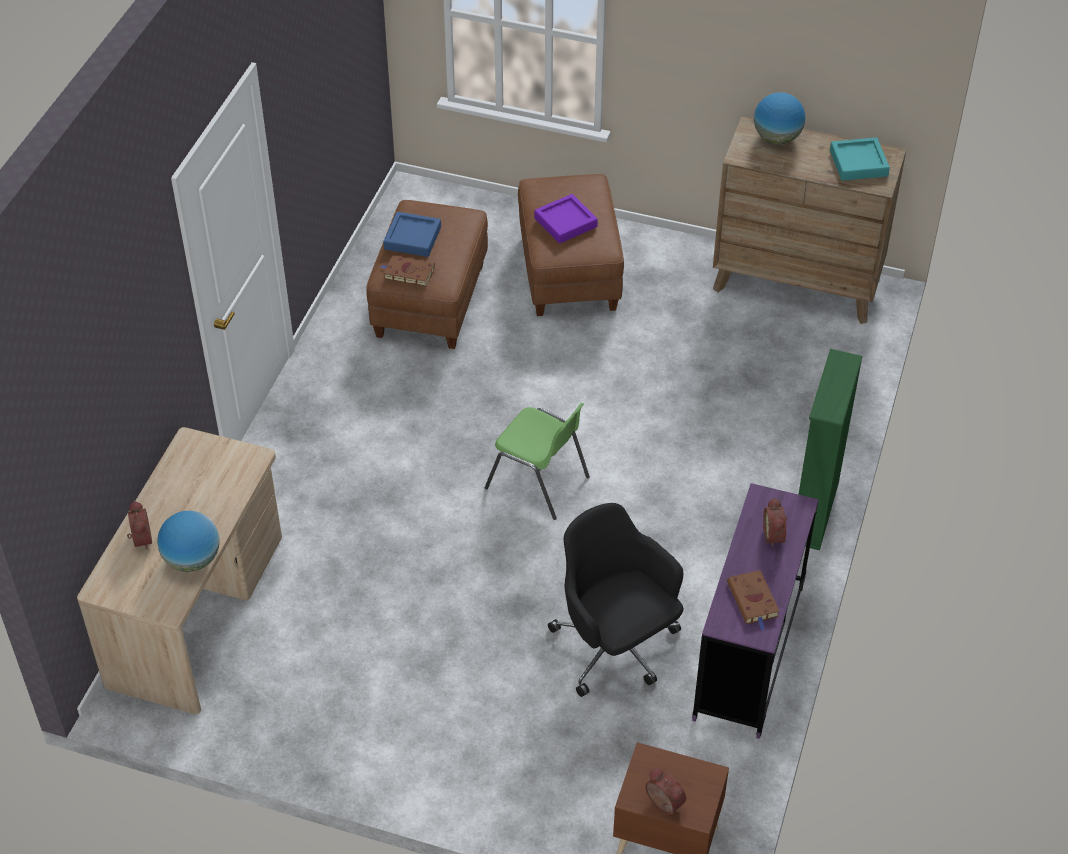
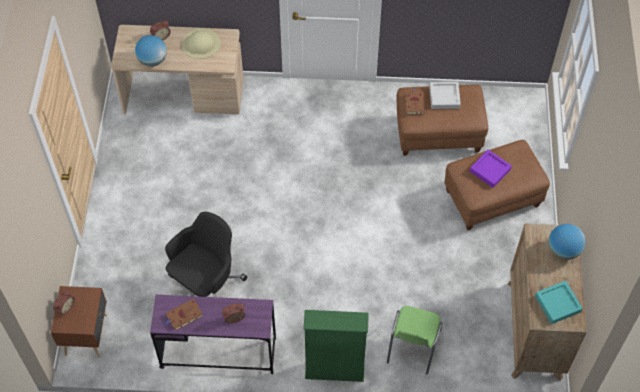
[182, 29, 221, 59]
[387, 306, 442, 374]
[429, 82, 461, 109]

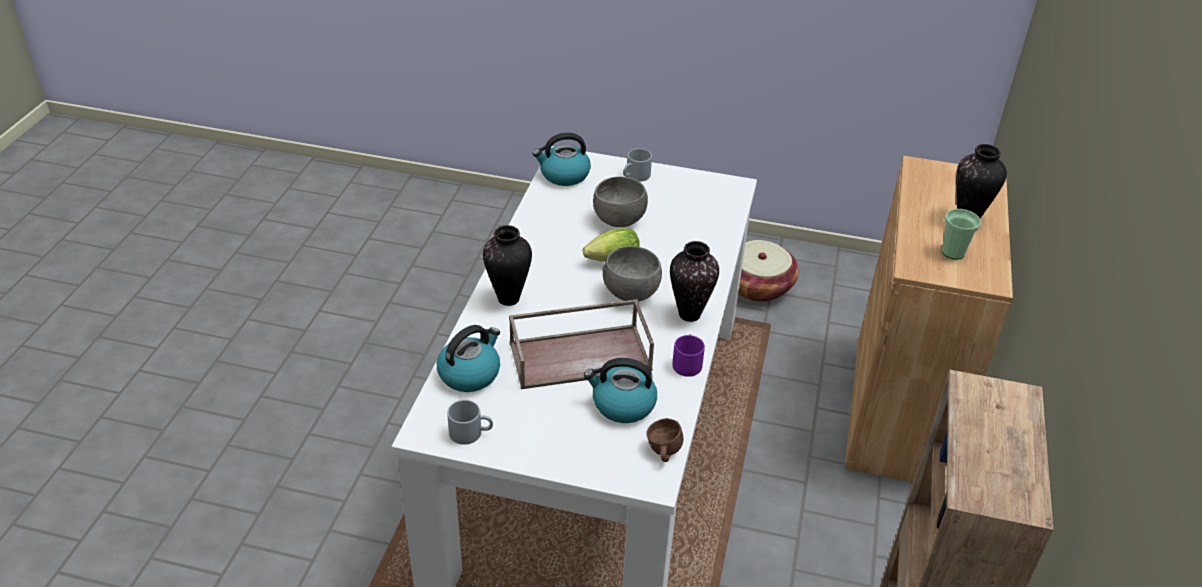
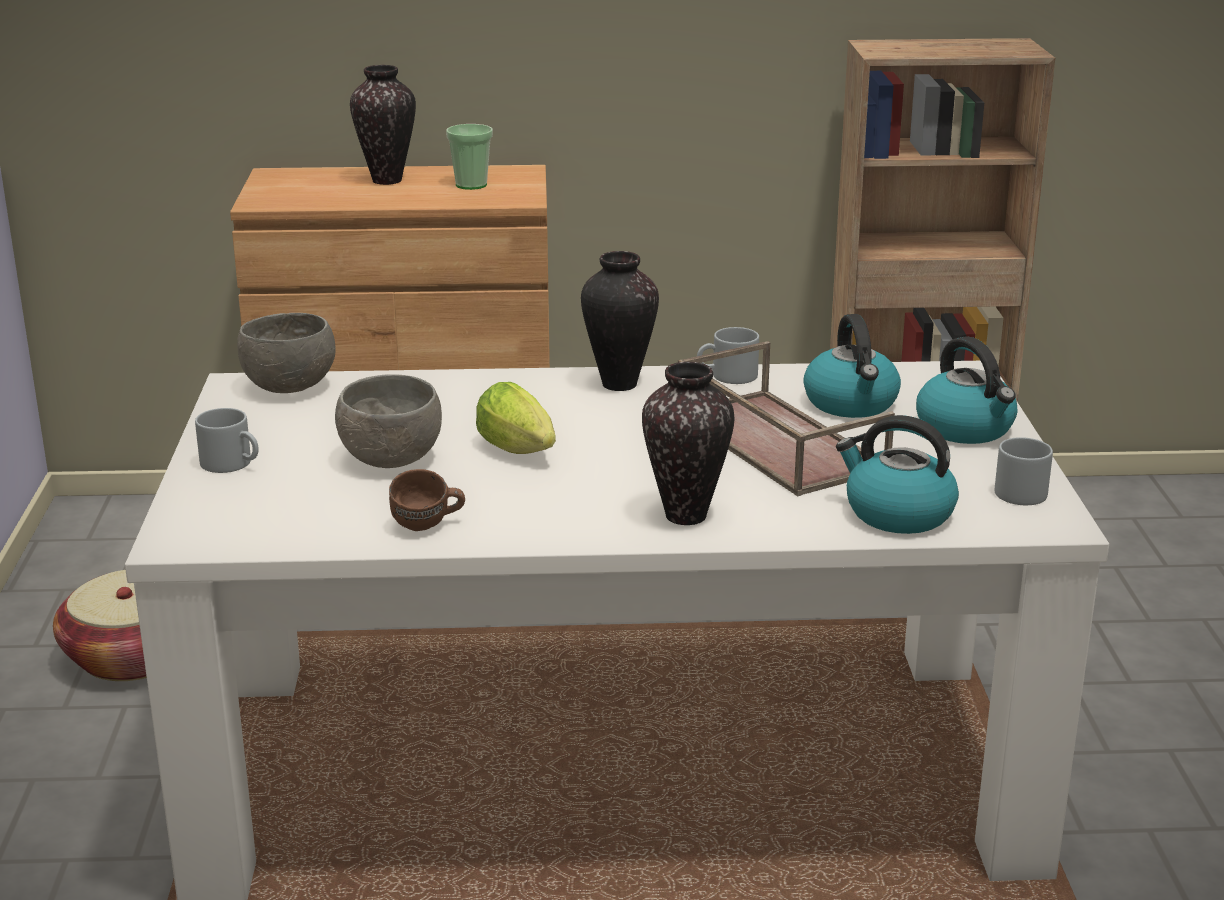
[916, 336, 1017, 444]
[237, 313, 335, 393]
[389, 469, 465, 531]
[697, 327, 759, 384]

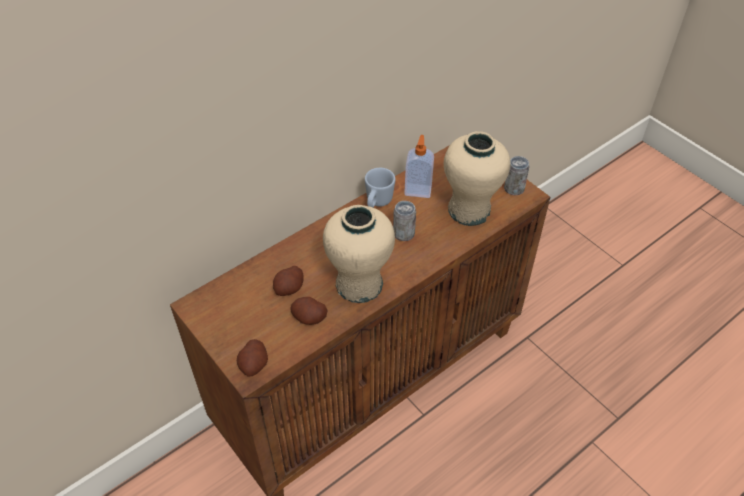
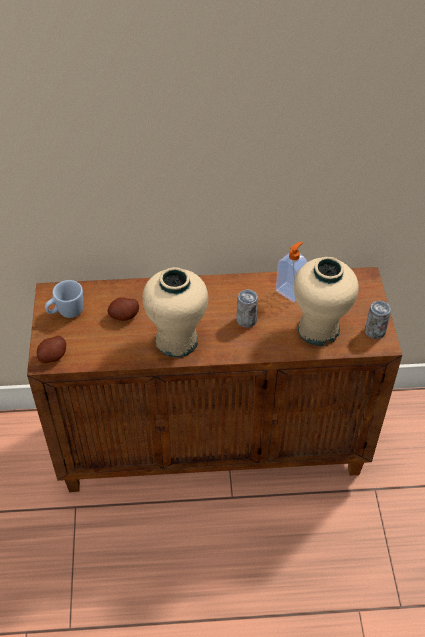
[291, 297, 328, 325] (first image)
[45, 280, 83, 318]

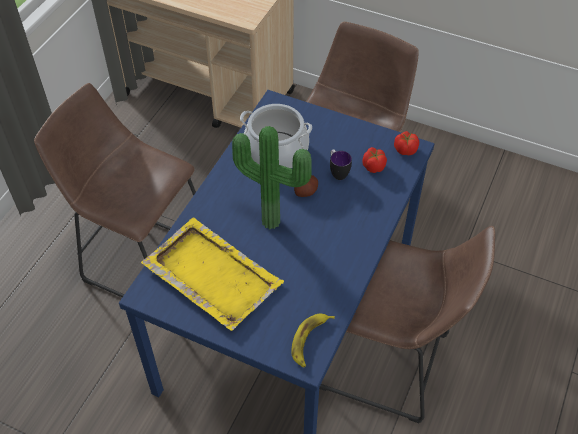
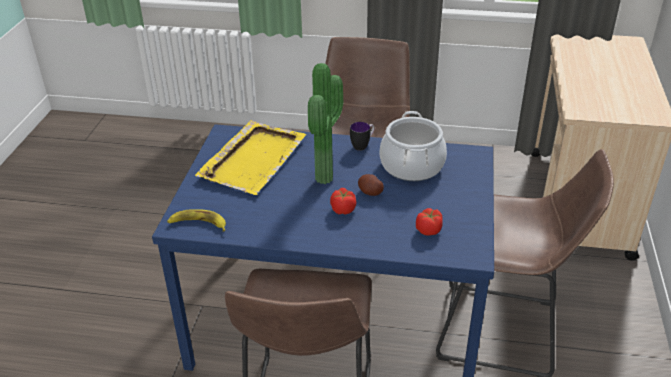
[350, 122, 375, 151]
[330, 188, 356, 214]

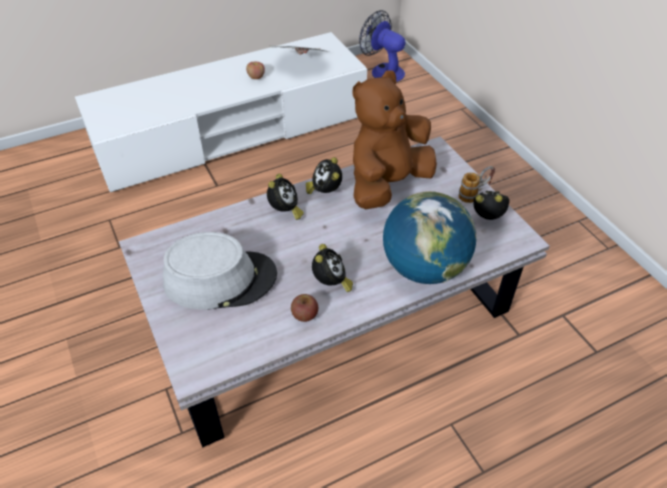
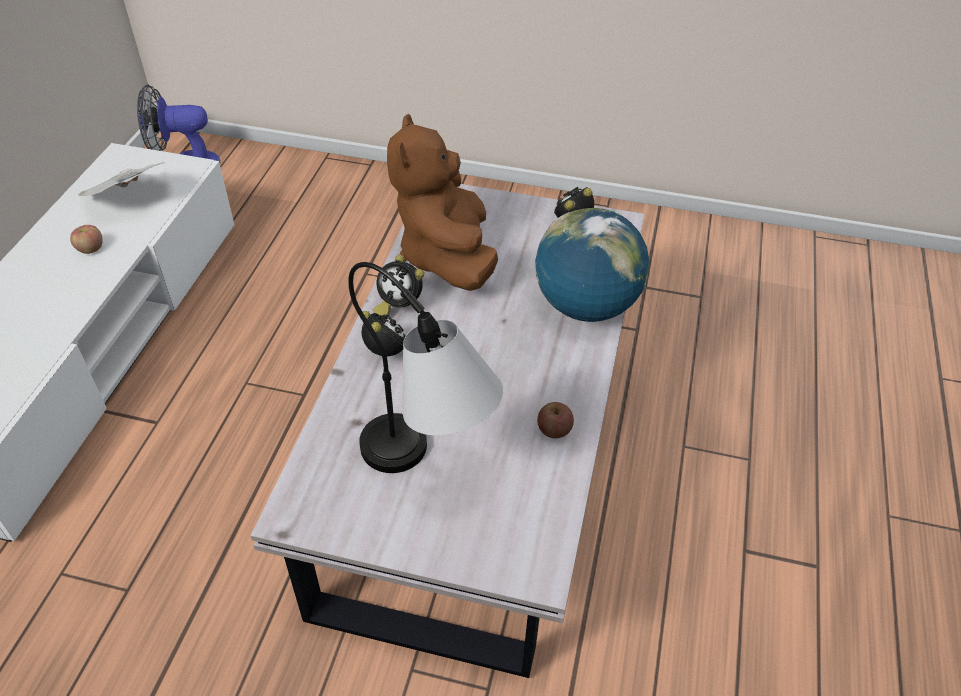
[312, 244, 353, 292] (first image)
[459, 166, 495, 203] (first image)
[348, 262, 503, 473]

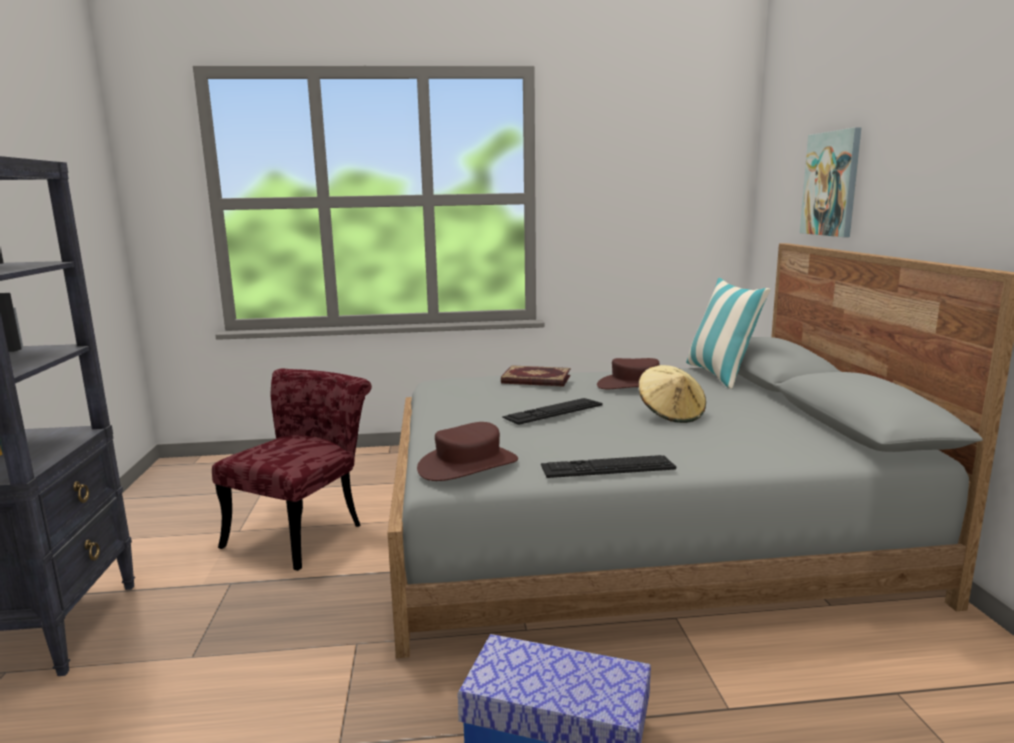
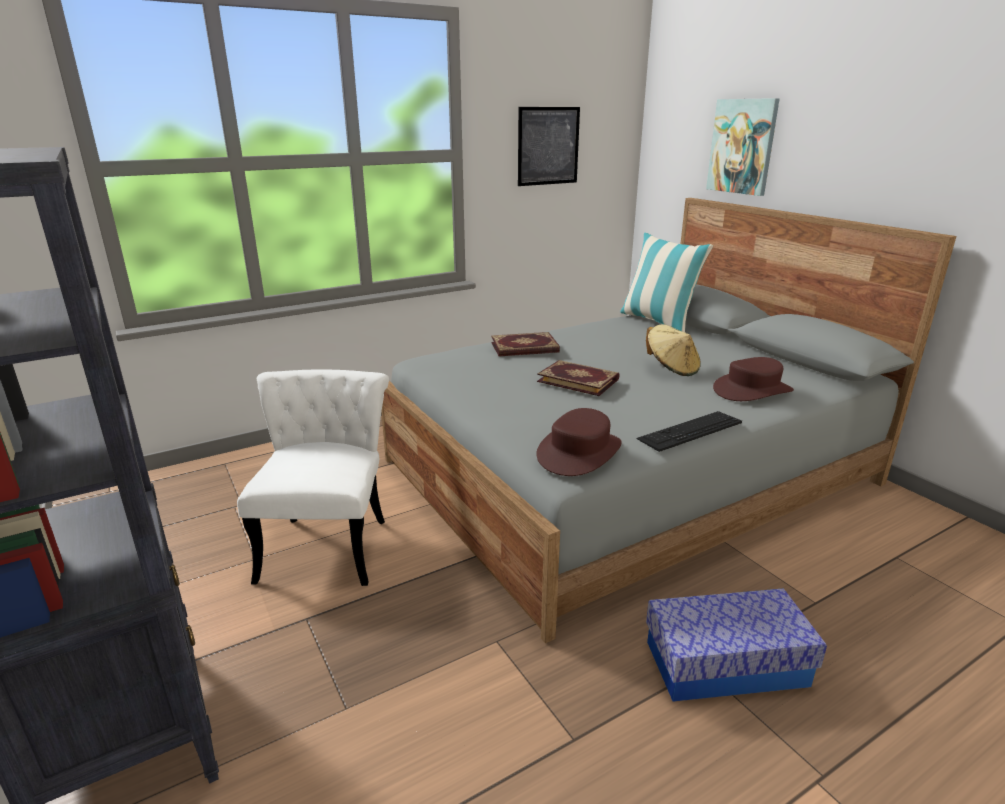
[518, 107, 580, 186]
[713, 357, 794, 401]
[537, 360, 619, 396]
[237, 369, 389, 586]

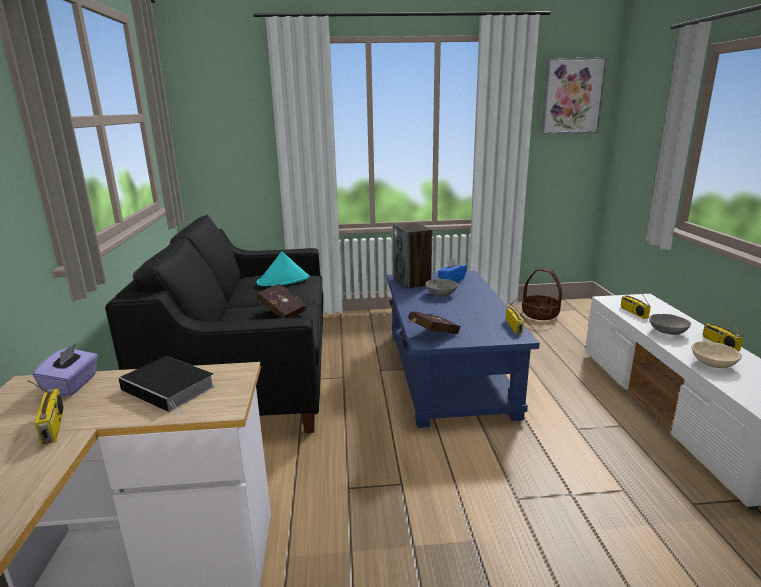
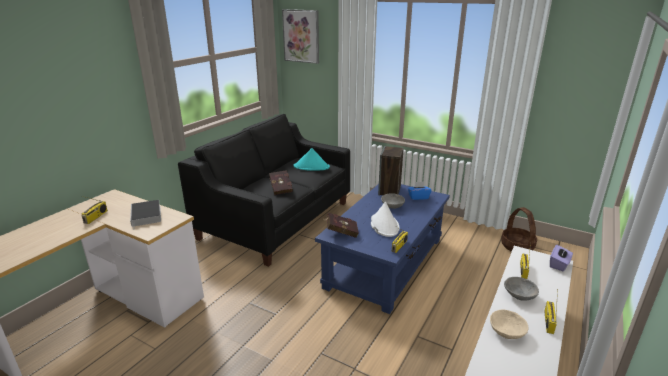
[371, 202, 400, 237]
[550, 245, 573, 271]
[282, 9, 319, 64]

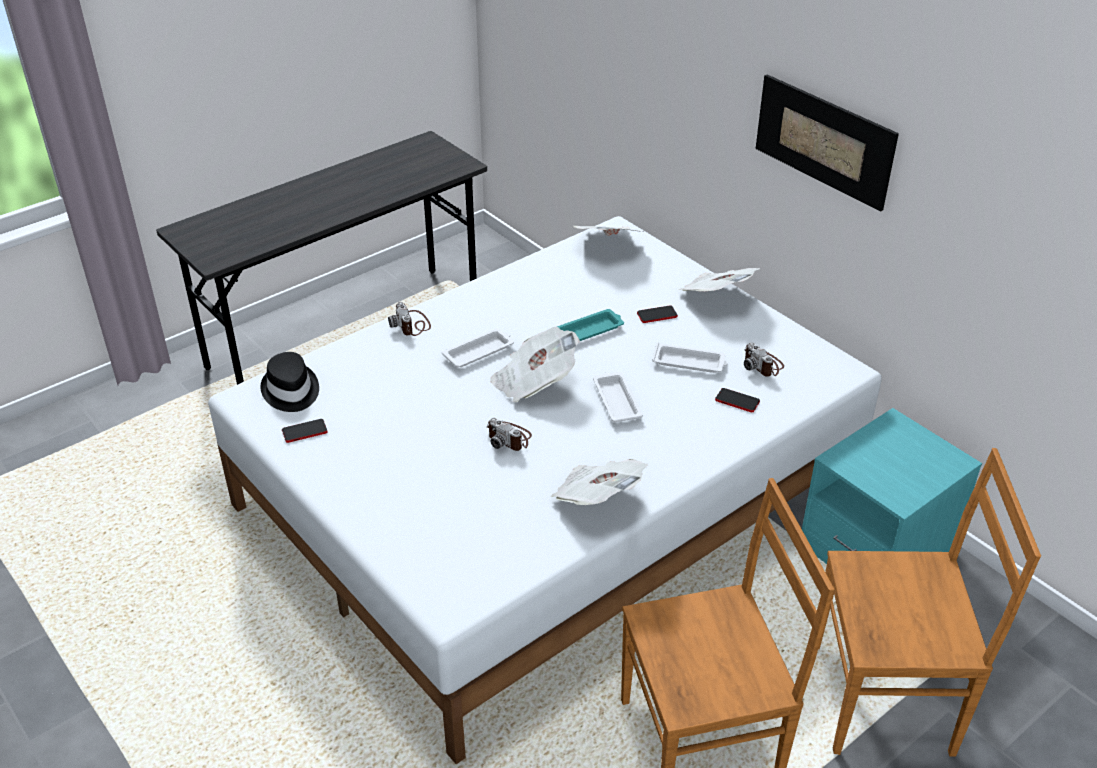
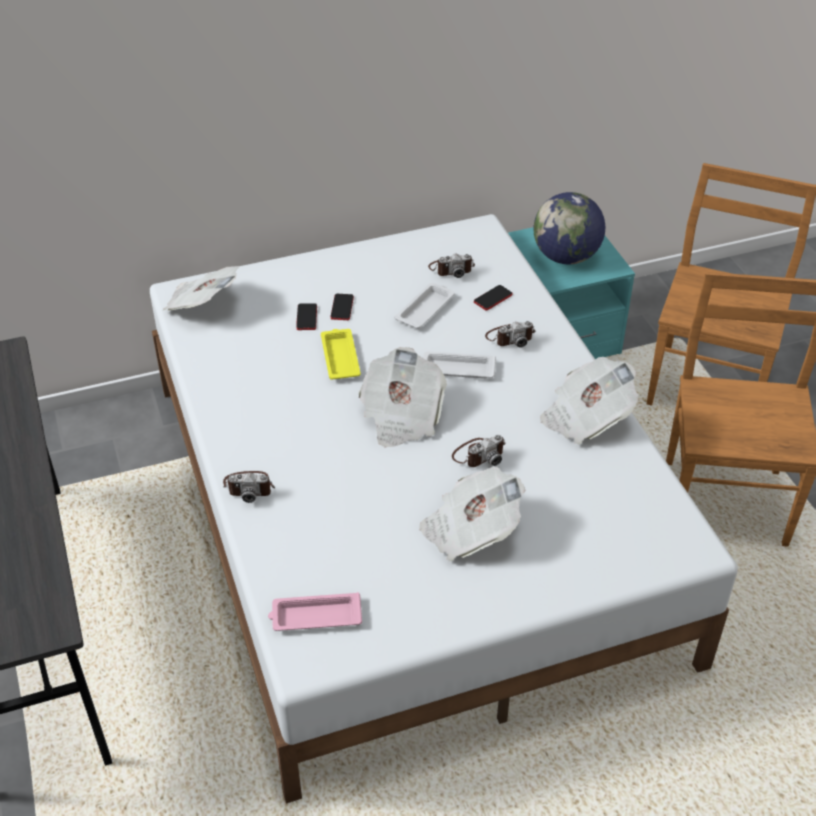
[441, 328, 514, 367] (first image)
[756, 74, 899, 212] (first image)
[485, 321, 535, 348]
[534, 192, 605, 264]
[296, 303, 317, 330]
[419, 467, 525, 561]
[268, 592, 362, 631]
[321, 329, 361, 380]

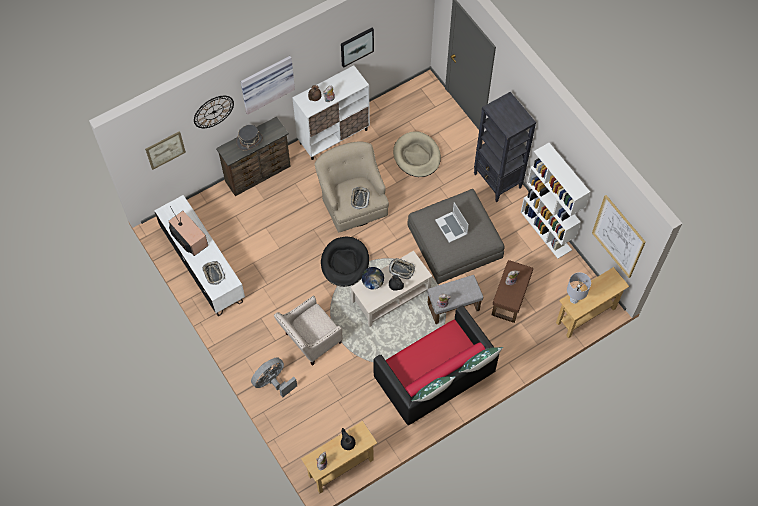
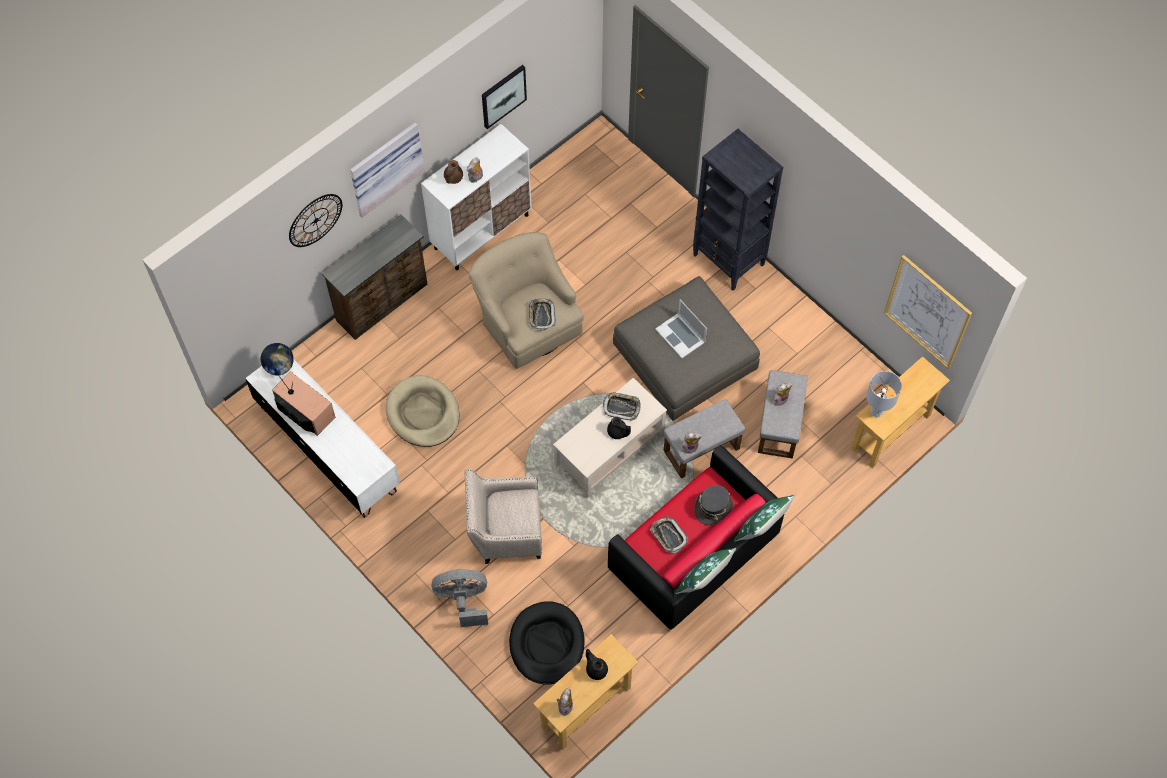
[145, 131, 186, 170] (first image)
[521, 143, 590, 258] (first image)
[650, 516, 688, 553]
[694, 485, 733, 525]
[509, 601, 584, 685]
[261, 343, 294, 375]
[385, 375, 460, 447]
[758, 370, 808, 459]
[432, 569, 488, 627]
[464, 469, 542, 564]

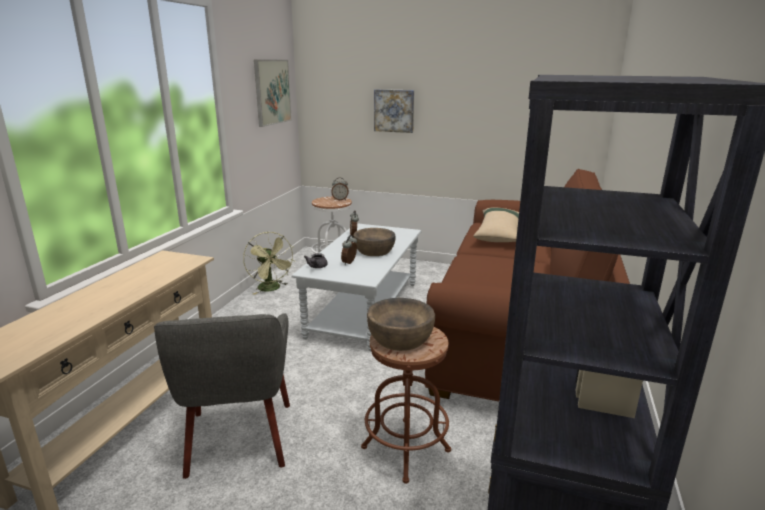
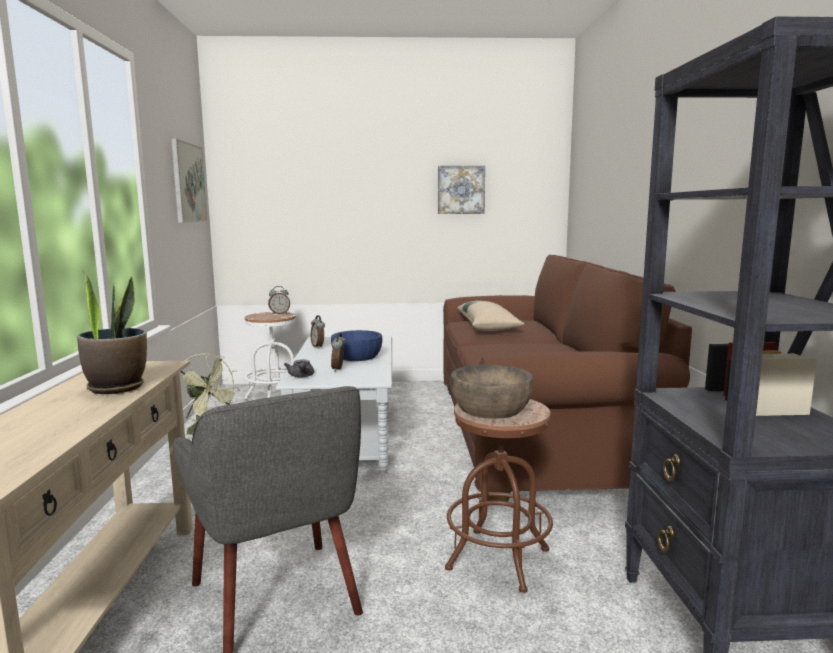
[77, 272, 147, 394]
[438, 166, 485, 214]
[331, 330, 382, 361]

